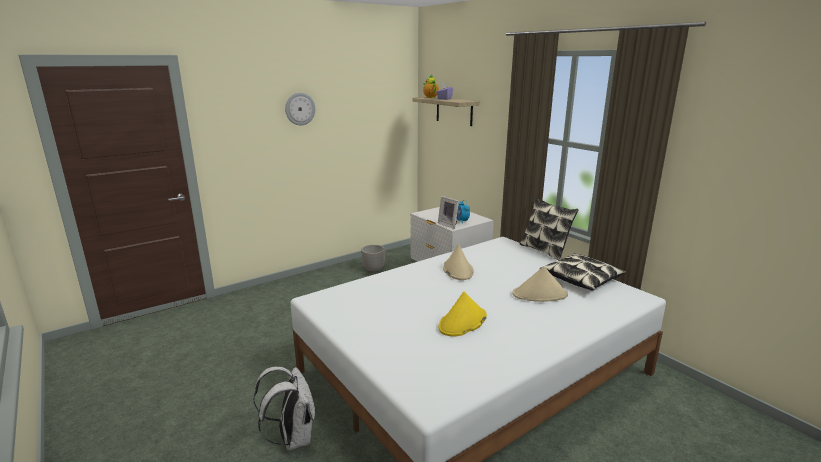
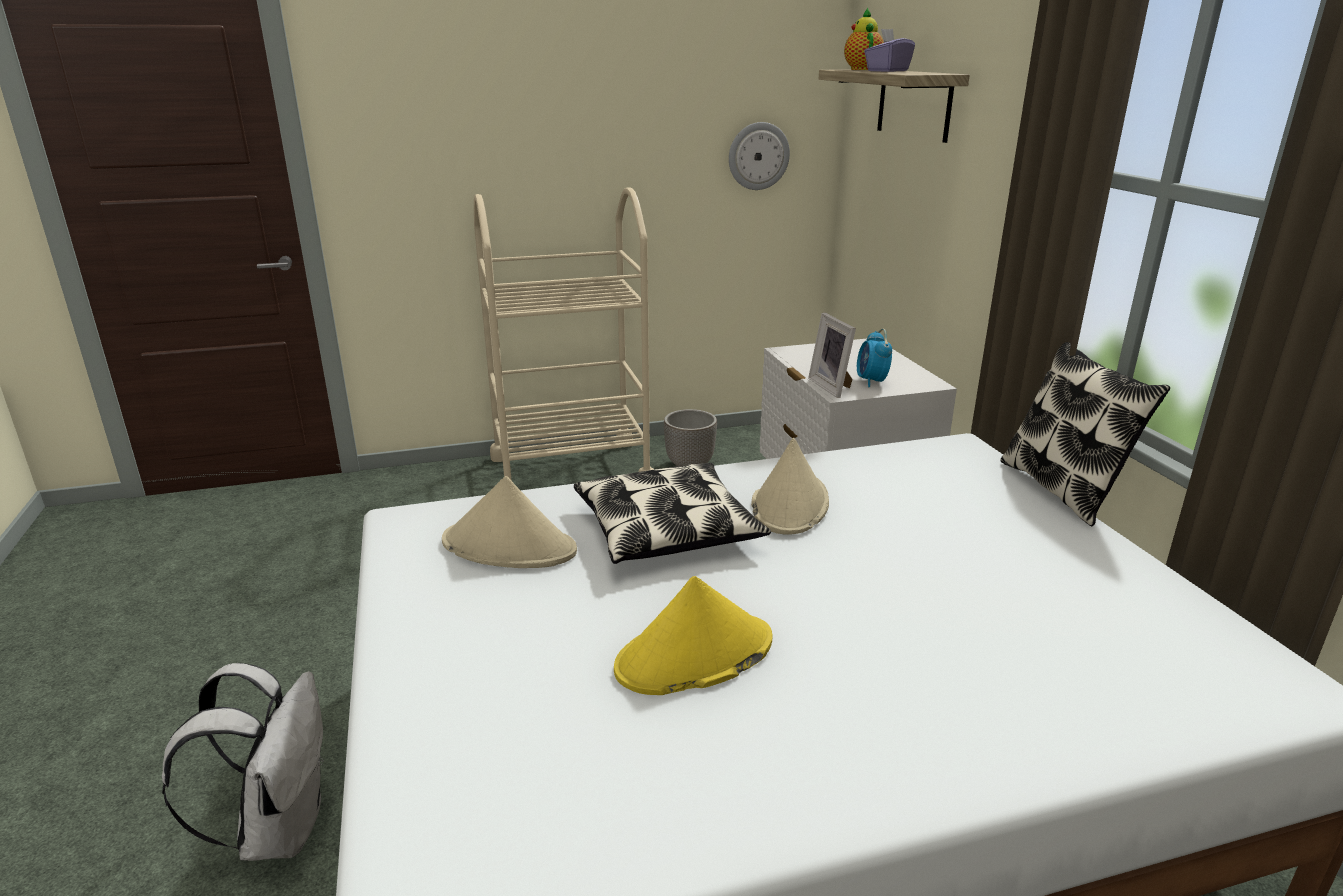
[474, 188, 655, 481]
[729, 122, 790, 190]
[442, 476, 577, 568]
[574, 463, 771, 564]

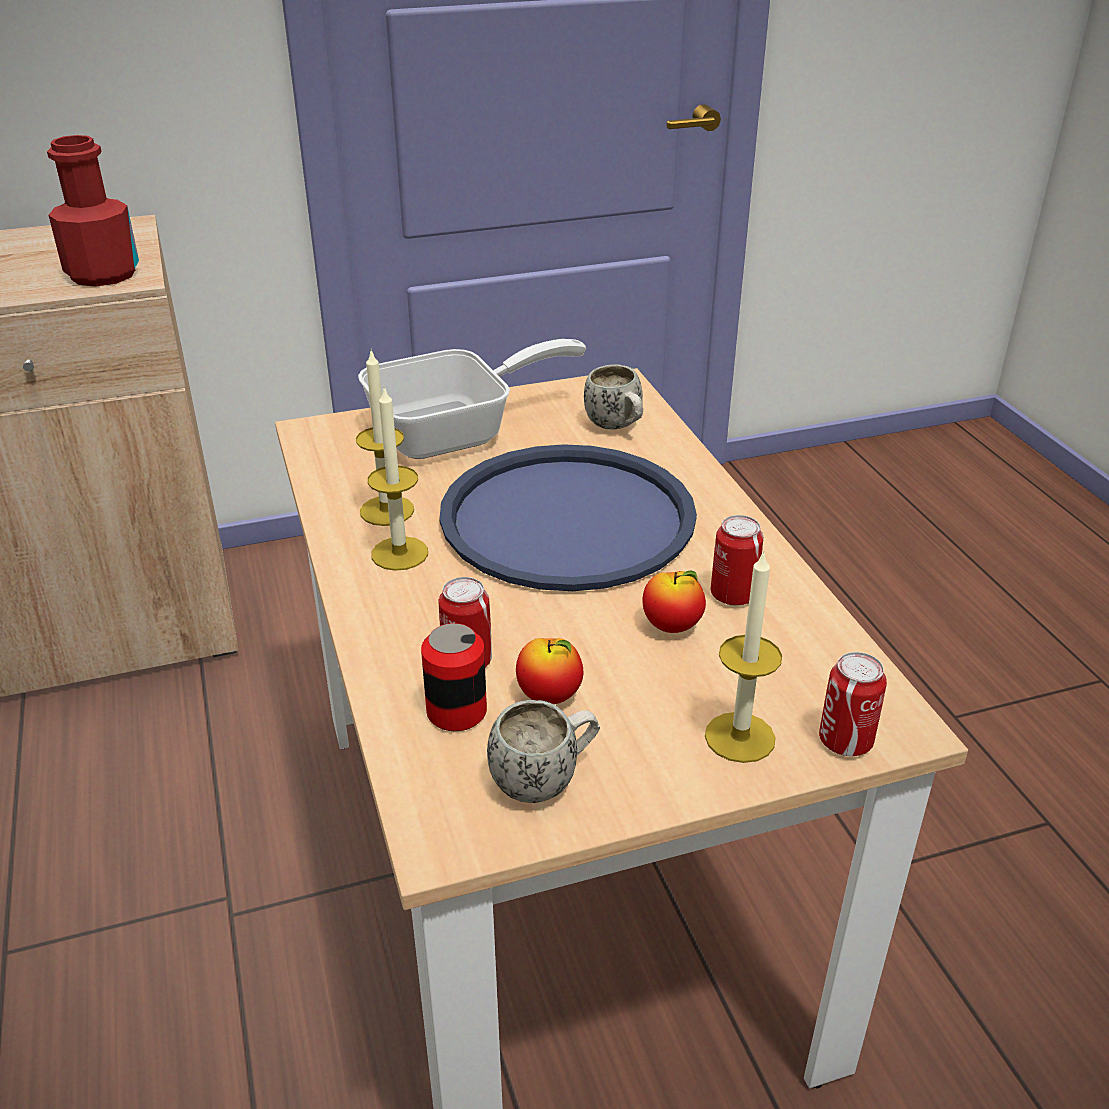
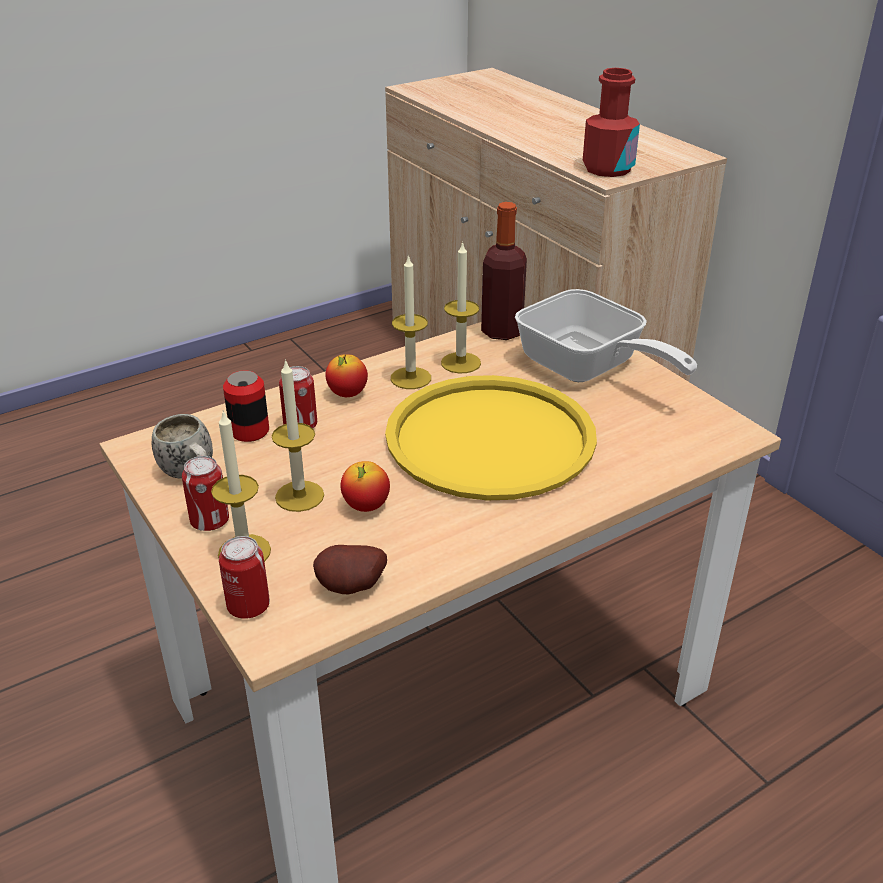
[584, 364, 643, 430] (first image)
[272, 359, 324, 512]
[313, 545, 387, 594]
[481, 202, 527, 340]
[325, 355, 368, 397]
[182, 456, 229, 531]
[385, 375, 597, 500]

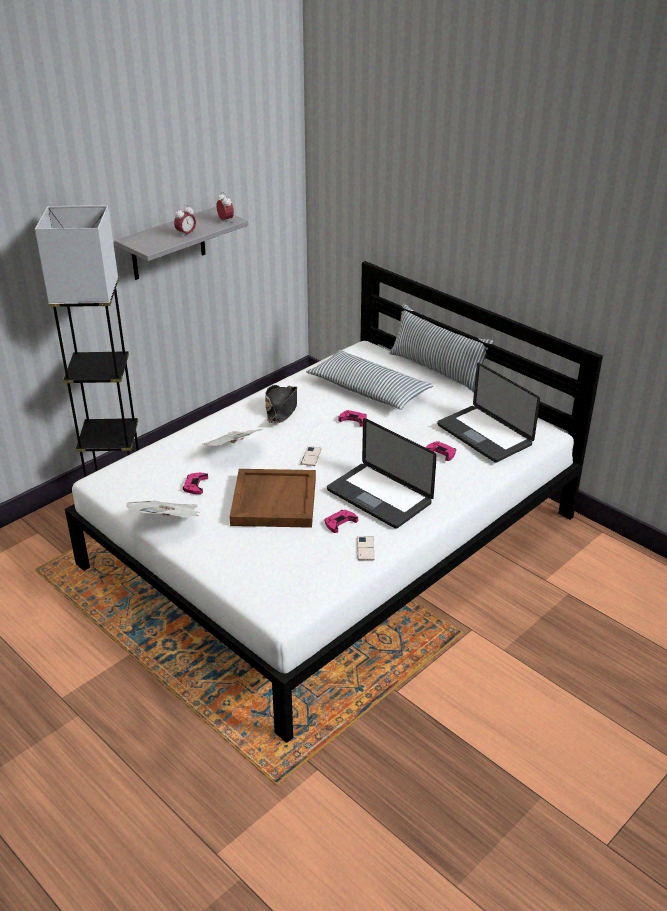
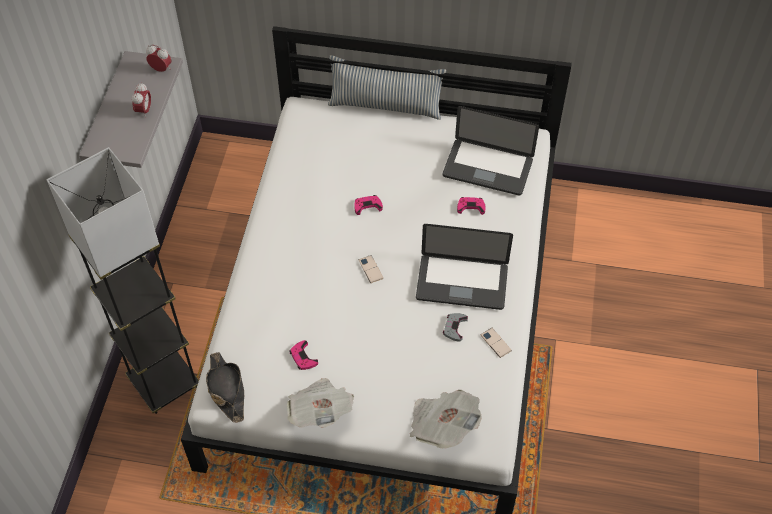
[230, 469, 316, 528] (first image)
[306, 350, 434, 410] (first image)
[410, 390, 482, 448]
[206, 352, 244, 423]
[443, 313, 468, 341]

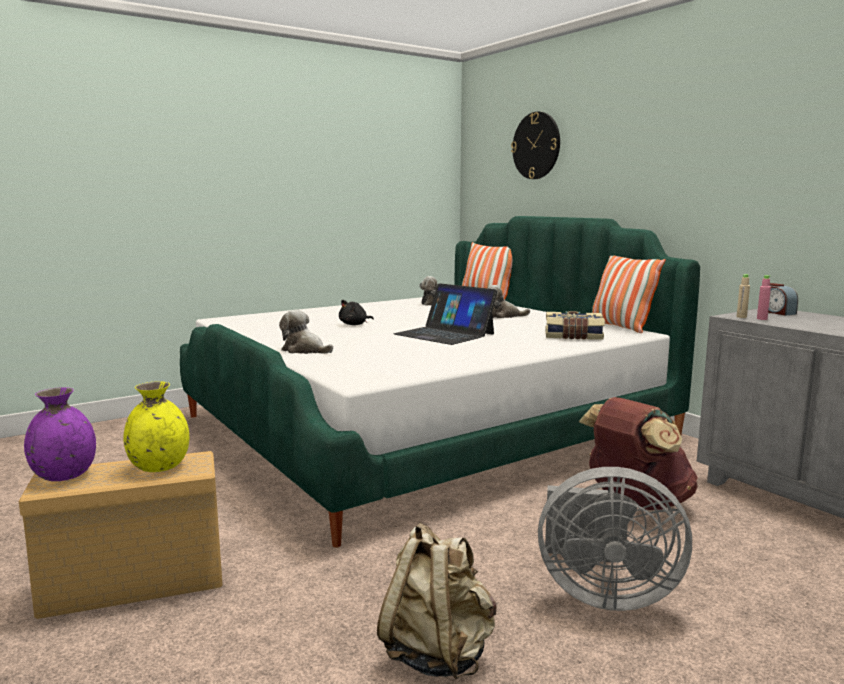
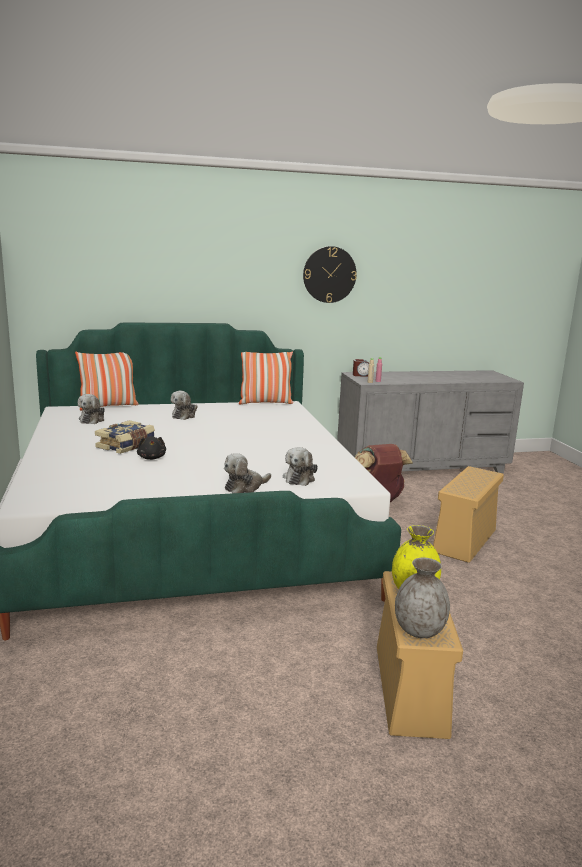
[377, 523, 496, 679] (first image)
[393, 283, 498, 345] (first image)
[283, 447, 318, 486]
[303, 246, 357, 303]
[95, 420, 155, 454]
[433, 466, 504, 563]
[395, 558, 450, 638]

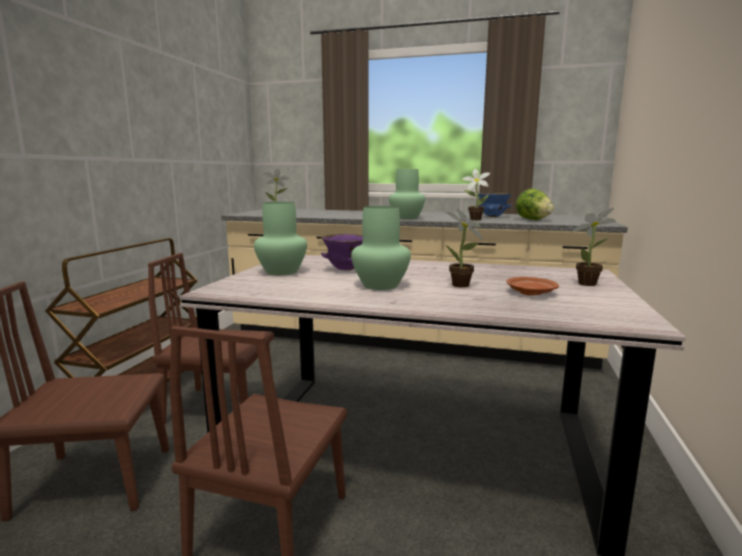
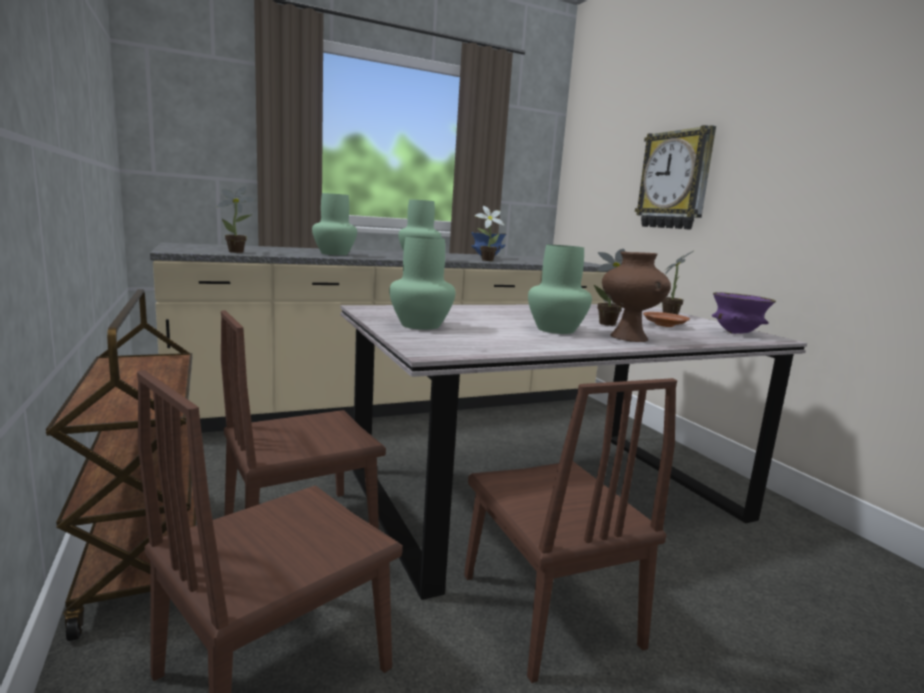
[516, 188, 554, 220] (first image)
[312, 193, 357, 255]
[602, 251, 671, 342]
[635, 125, 716, 230]
[712, 292, 776, 334]

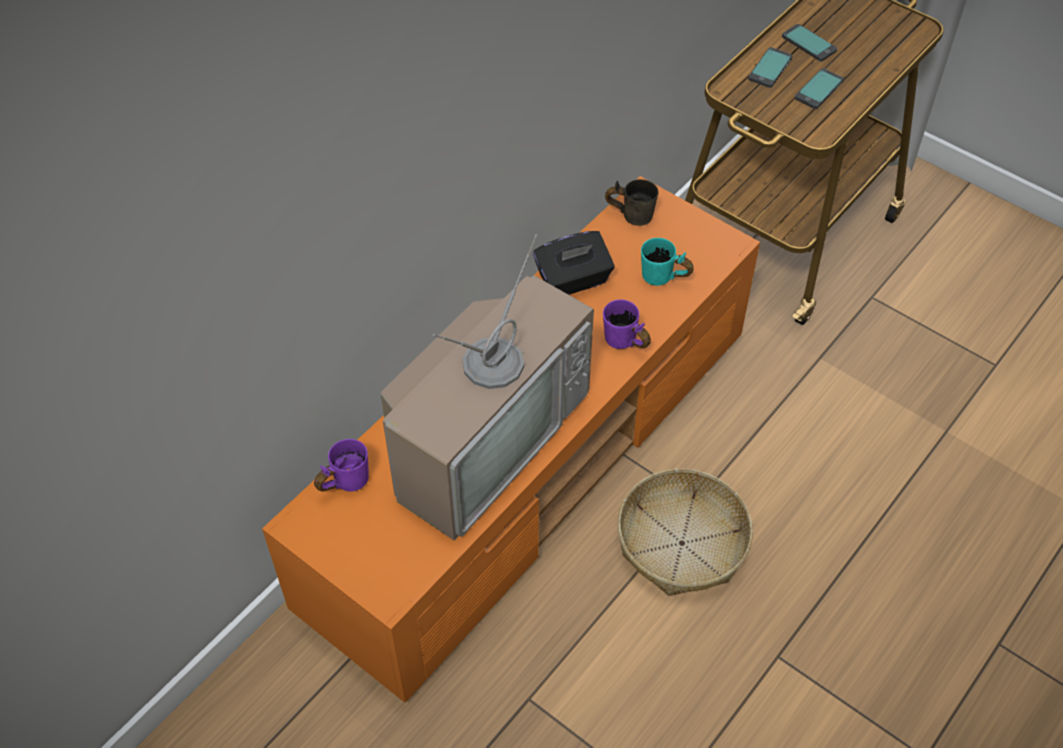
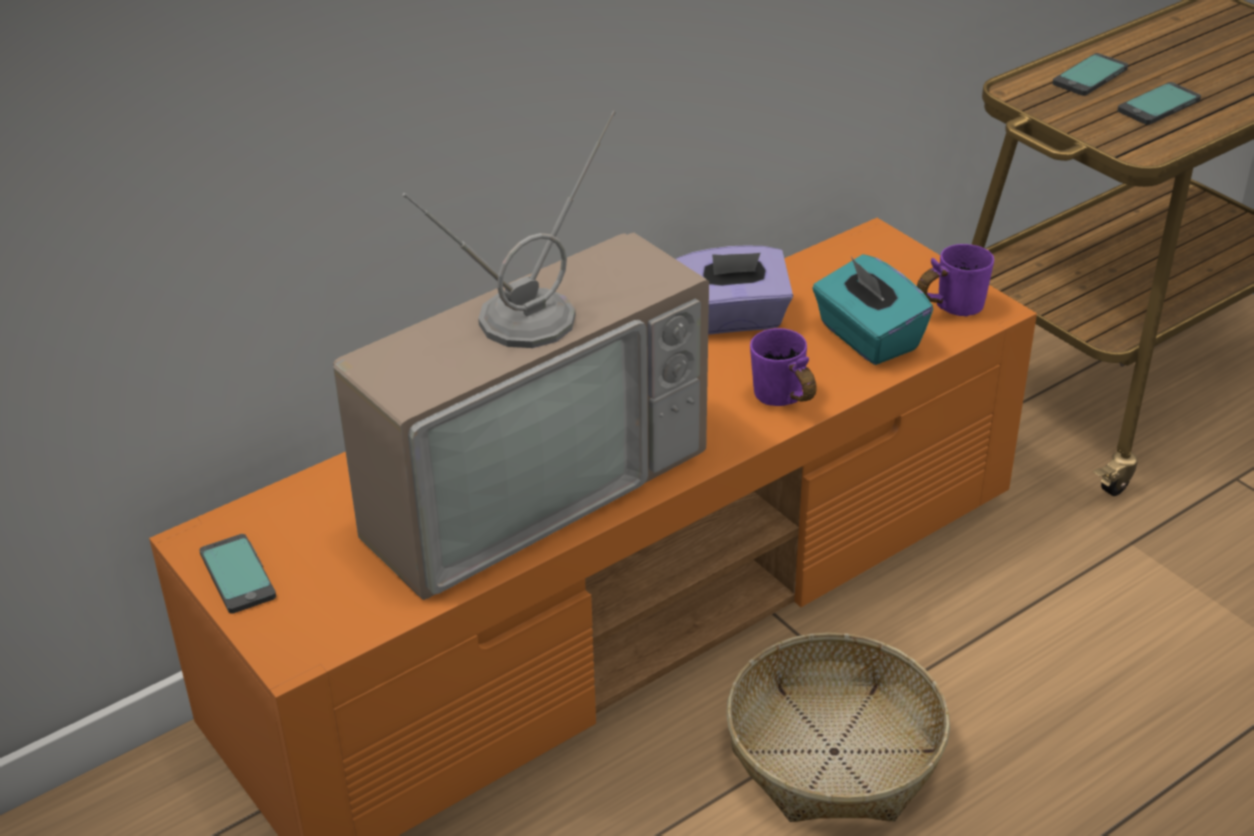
[605, 179, 658, 226] (first image)
[917, 244, 994, 317]
[199, 534, 276, 614]
[812, 254, 933, 365]
[676, 245, 793, 335]

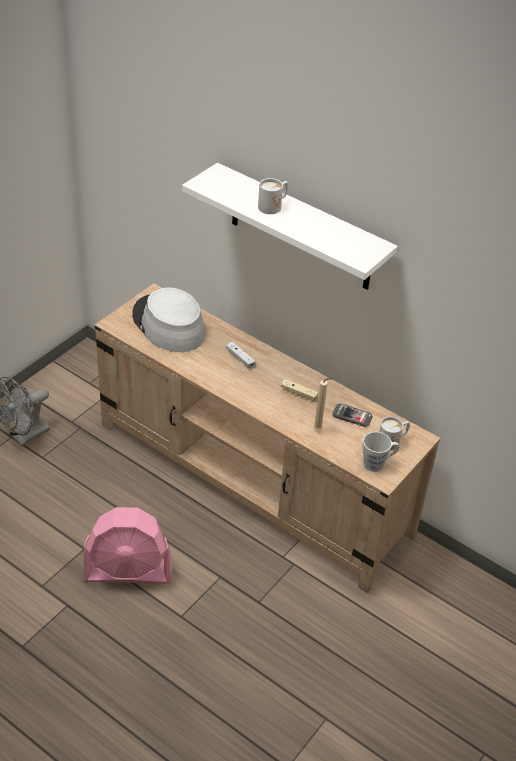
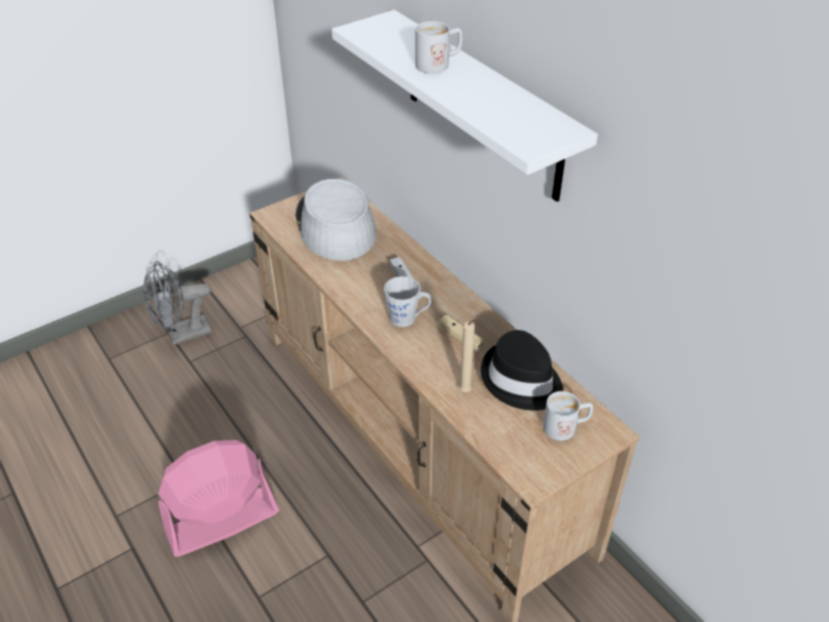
[384, 276, 431, 327]
[481, 330, 563, 411]
[158, 440, 280, 557]

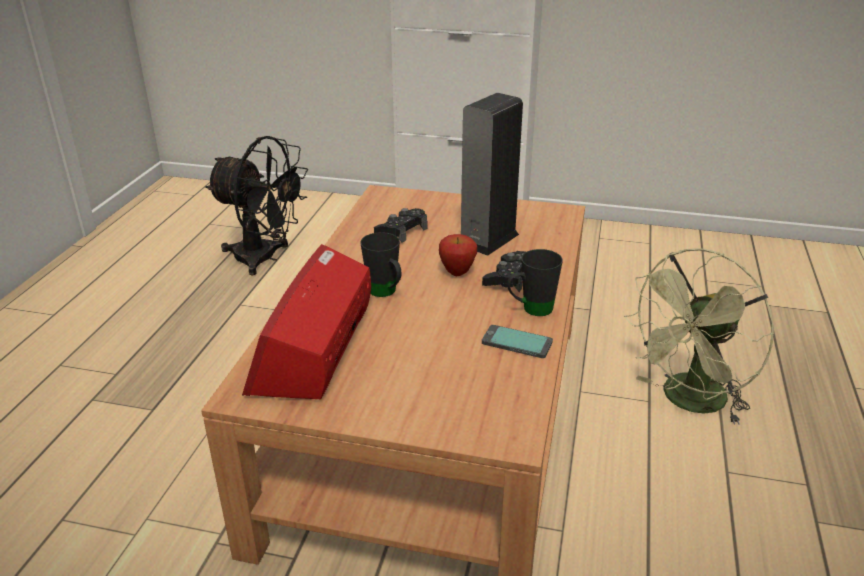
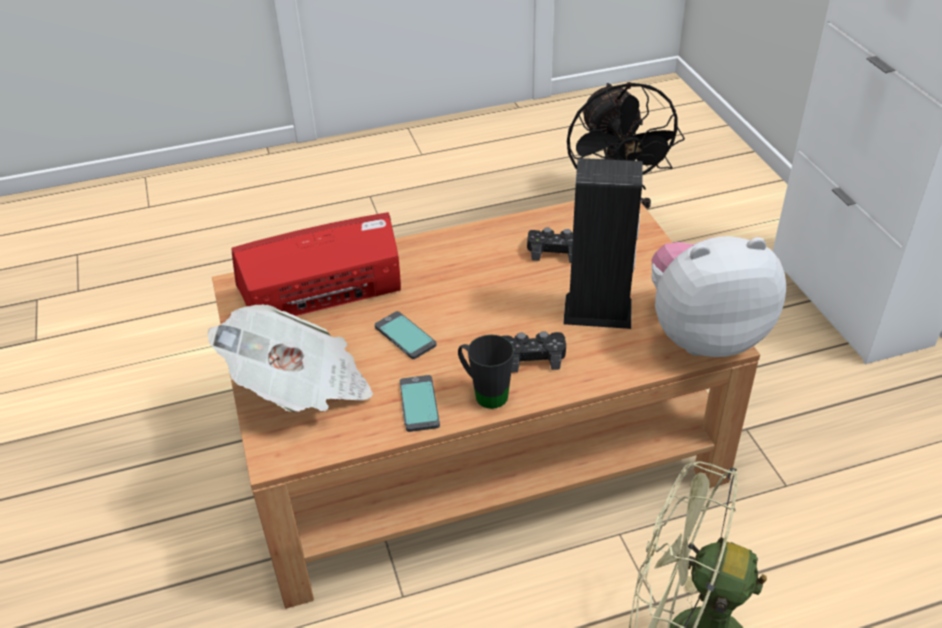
[360, 232, 401, 297] (first image)
[439, 234, 477, 276] (first image)
[207, 304, 373, 413]
[375, 311, 437, 359]
[652, 236, 786, 357]

